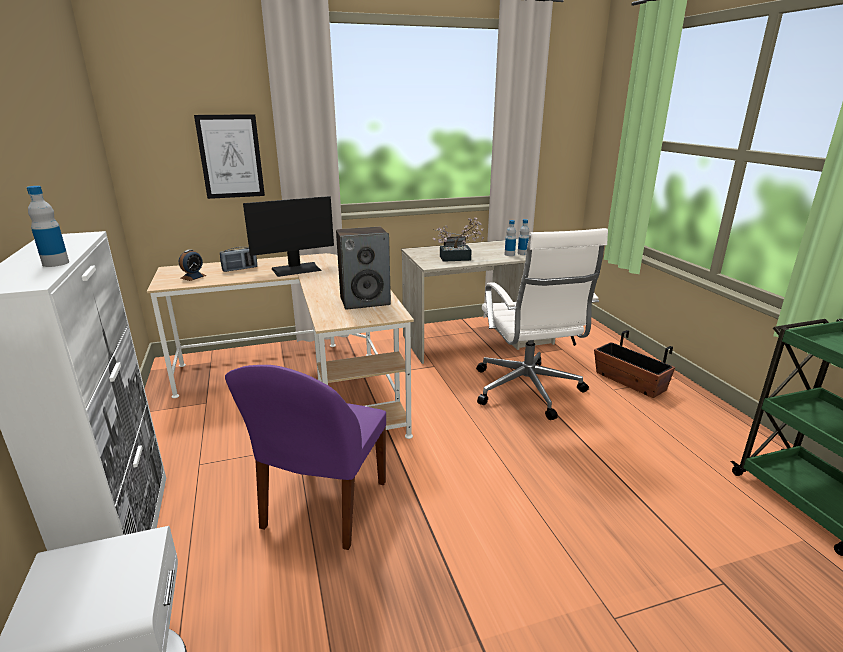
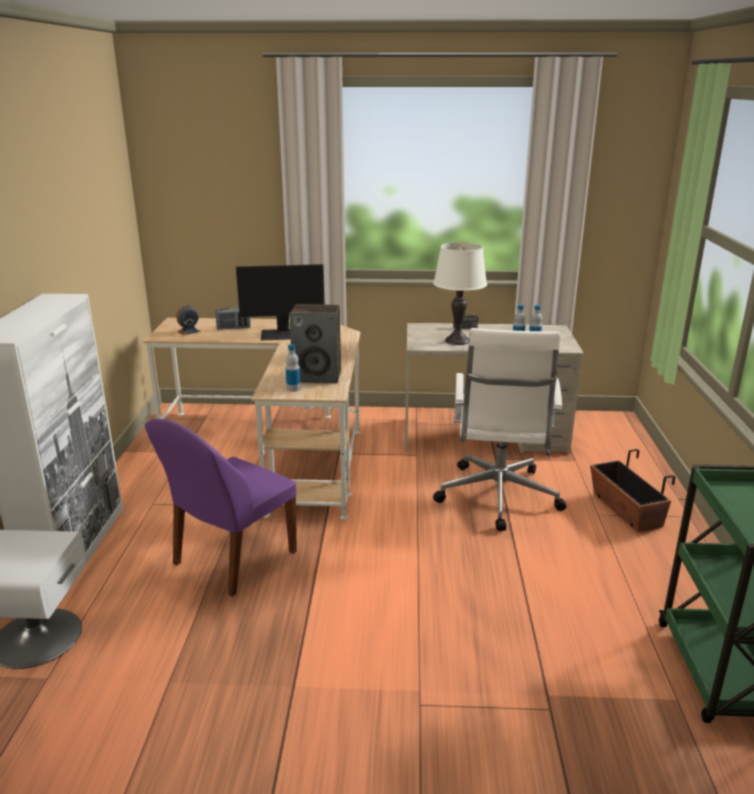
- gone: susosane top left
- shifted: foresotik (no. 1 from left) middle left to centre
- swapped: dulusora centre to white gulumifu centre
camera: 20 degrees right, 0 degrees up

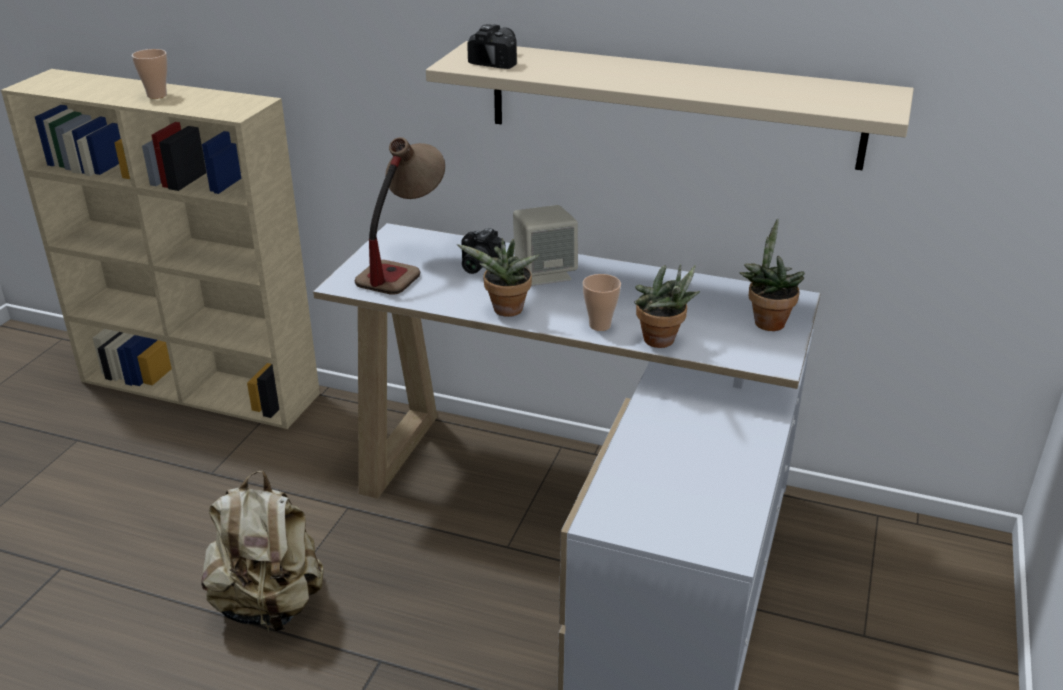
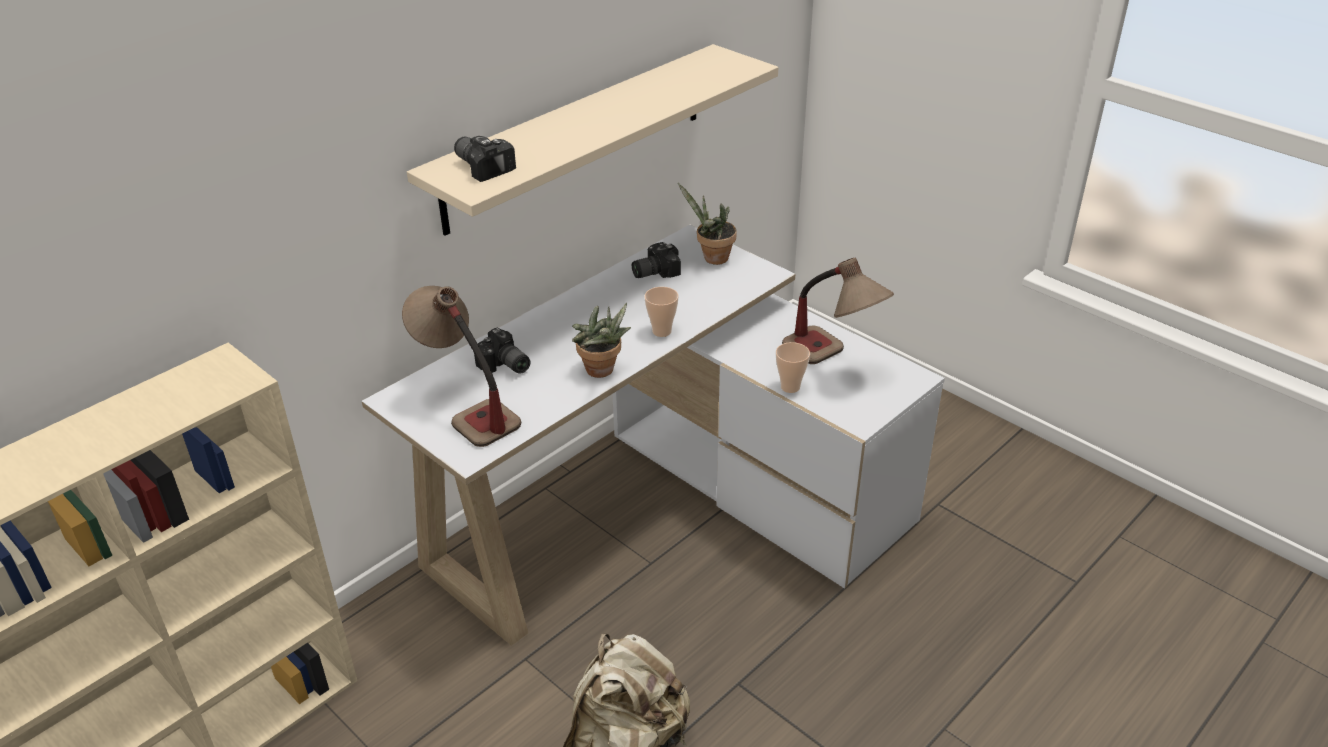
- gone: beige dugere centre
- gone: dulusora (no. 2 from left) centre
- new: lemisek (no. 3 from left) centre
- new: gulumifu (no. 2 from left) centre
- shifted: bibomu (no. 1 from left in the first image) top left to bibomu (no. 2 from left) centre
camera: 65 degrees left, 5 degrees up

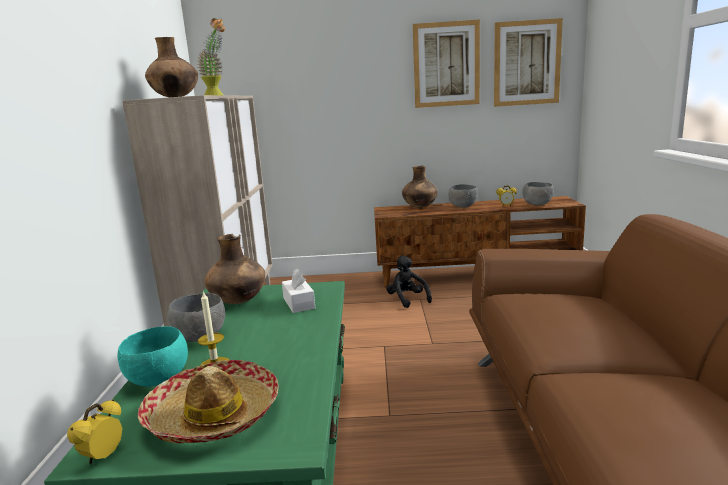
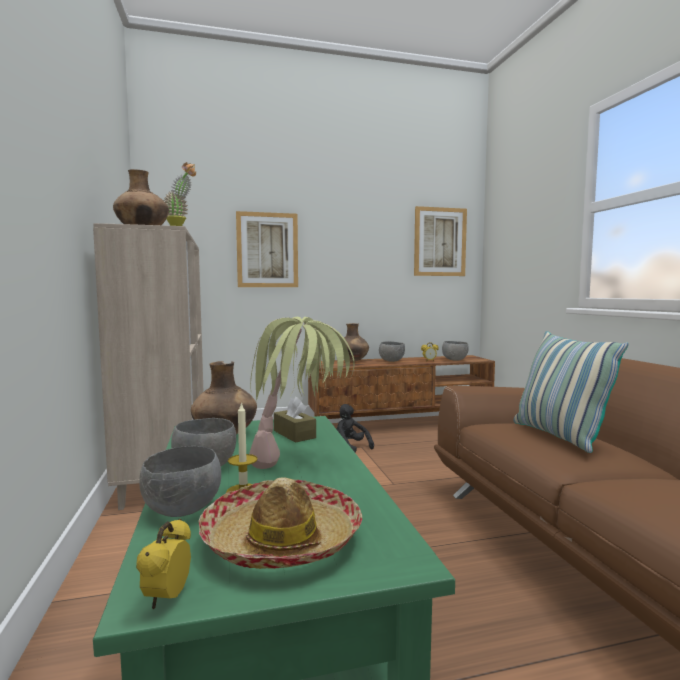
- new: dulusora (no. 2 from left) centre
- new: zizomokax middle right
- shifted: susosane (no. 1 from left) top centre to centre
- repainted: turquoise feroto bottom left to grey feroto (no. 1 from left) bottom left
- repainted: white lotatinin centre to brown lotatinin centre
camera: 15 degrees left, 10 degrees down

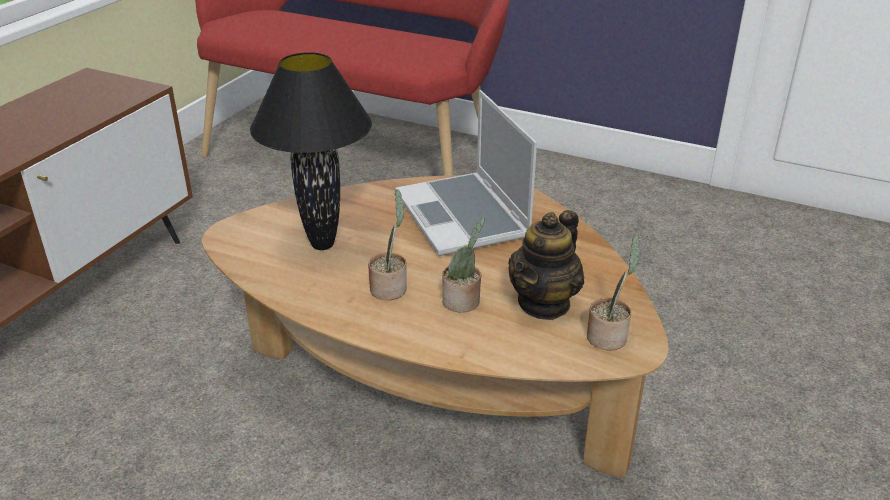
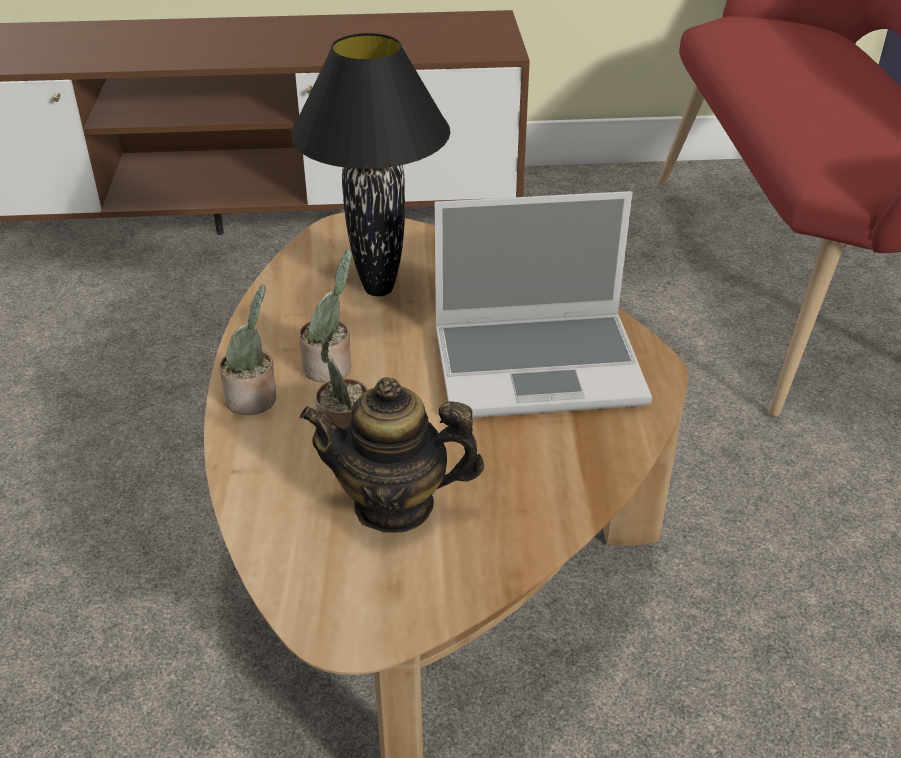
- shifted: dulusora (no. 3 from left in the first image) middle right to dulusora (no. 1 from left) middle left
- rotated: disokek centre = centre 135 degrees counterclockwise
camera: 60 degrees right, 5 degrees up

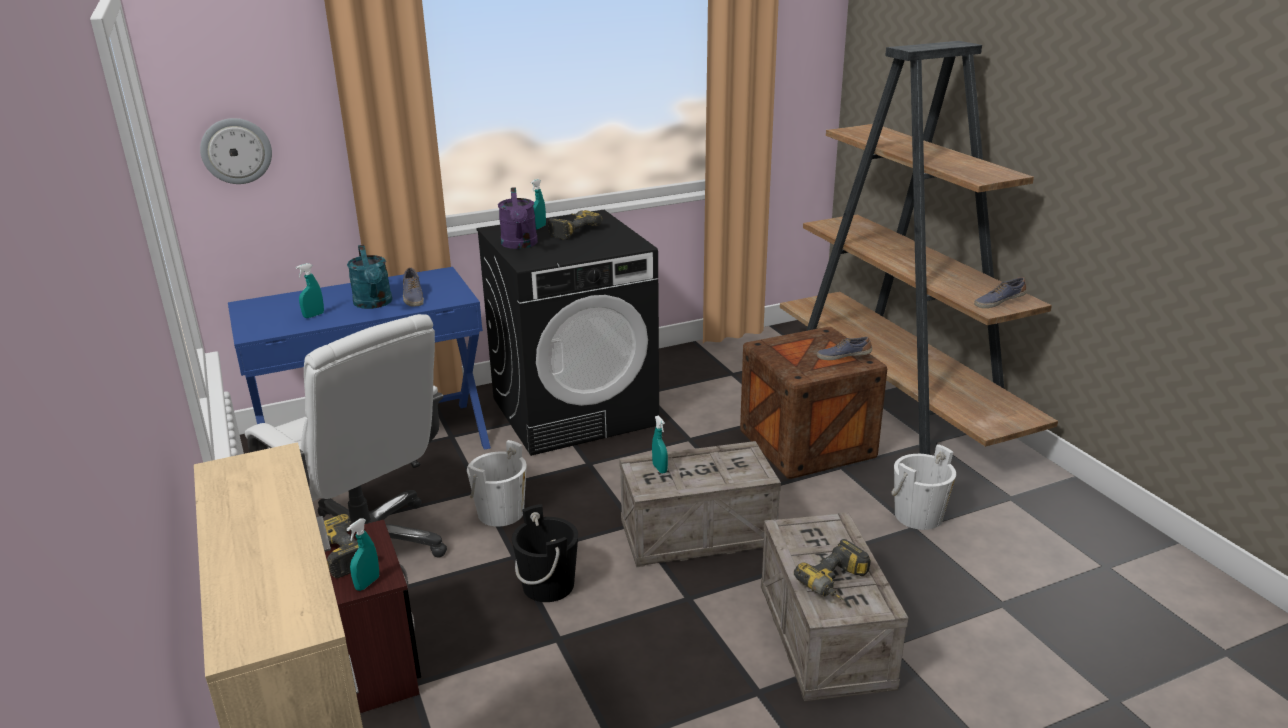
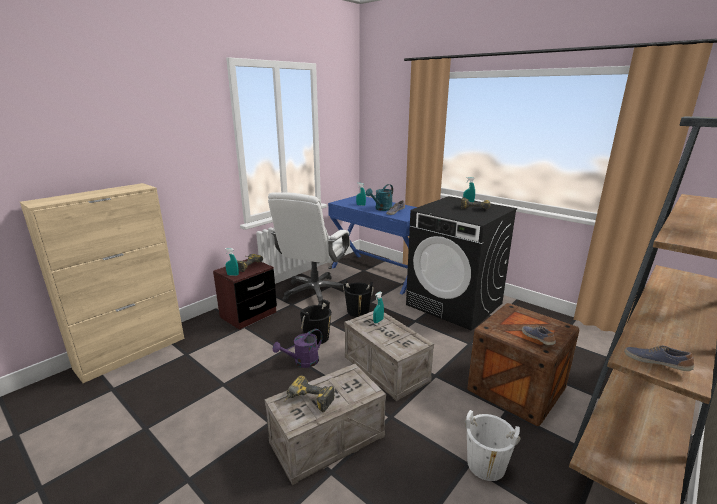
- gone: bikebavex top left
- shifted: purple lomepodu top centre to bottom centre
- repainted: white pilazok (no. 1 from left) centre to black pilazok (no. 2 from left) centre
camera: 65 degrees right, 5 degrees down

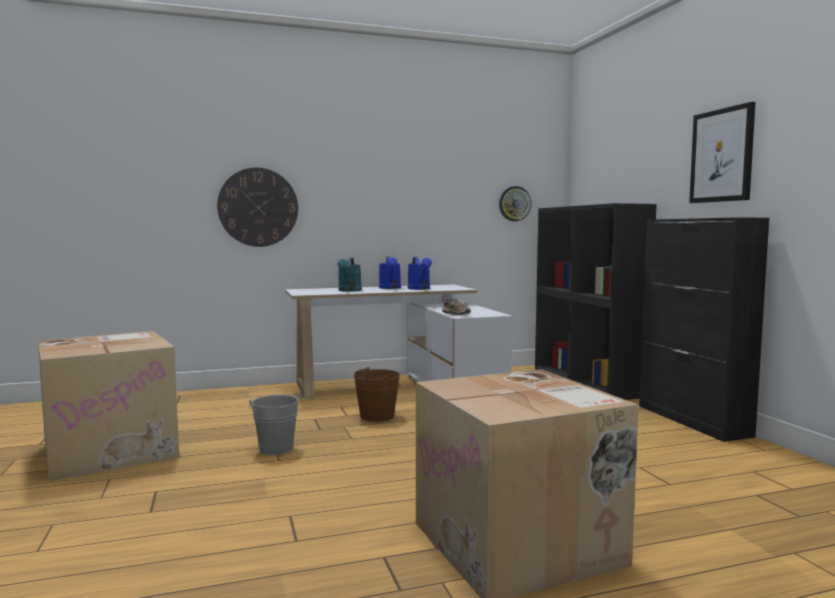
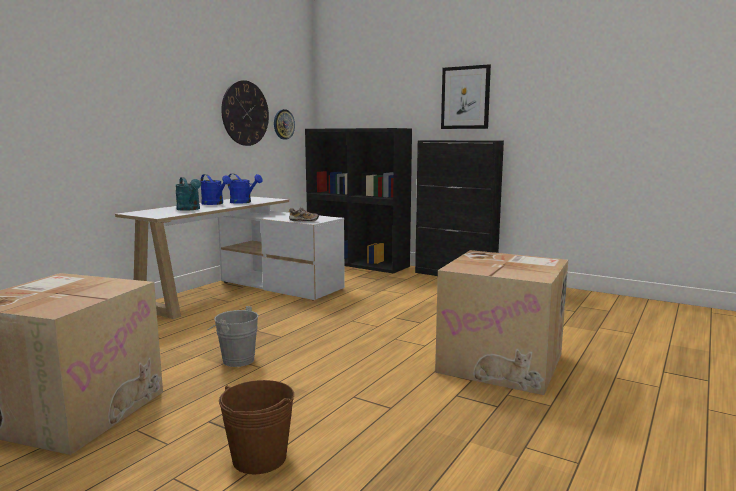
- shifted: bikebavex (no. 1 from left) middle left to top left
- shifted: brown pilazok centre to bottom centre
camera: 40 degrees left, 5 degrees up

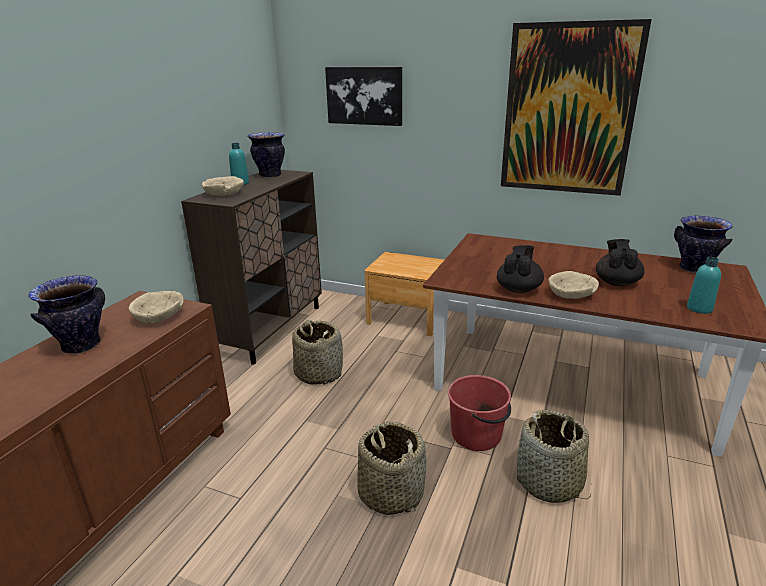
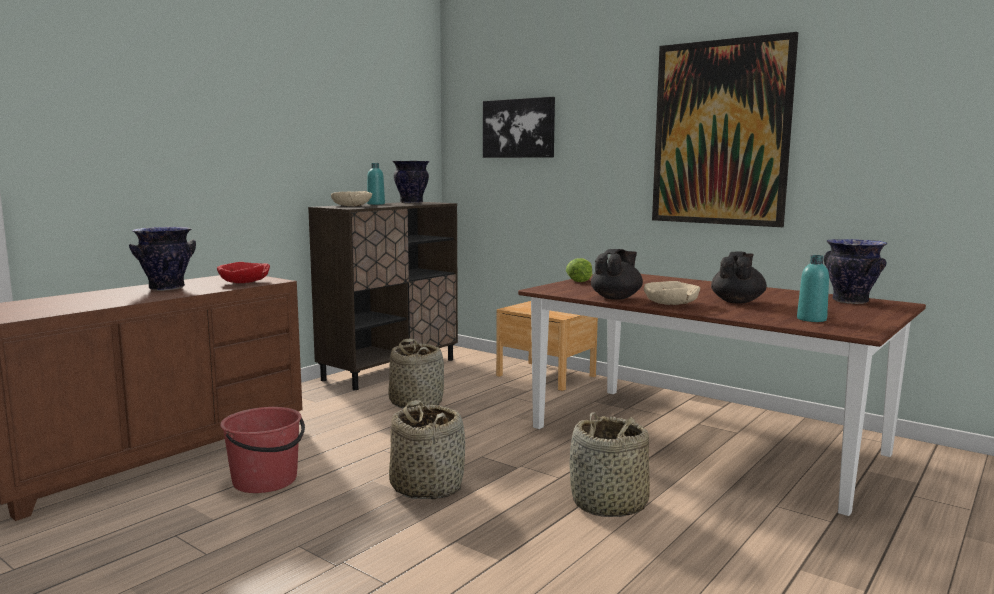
- new: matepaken centre
- shifted: red pilazok bottom centre to bottom left
- repainted: beige feroto (no. 1 from left) middle left to red feroto middle left
camera: 15 degrees right, 15 degrees down

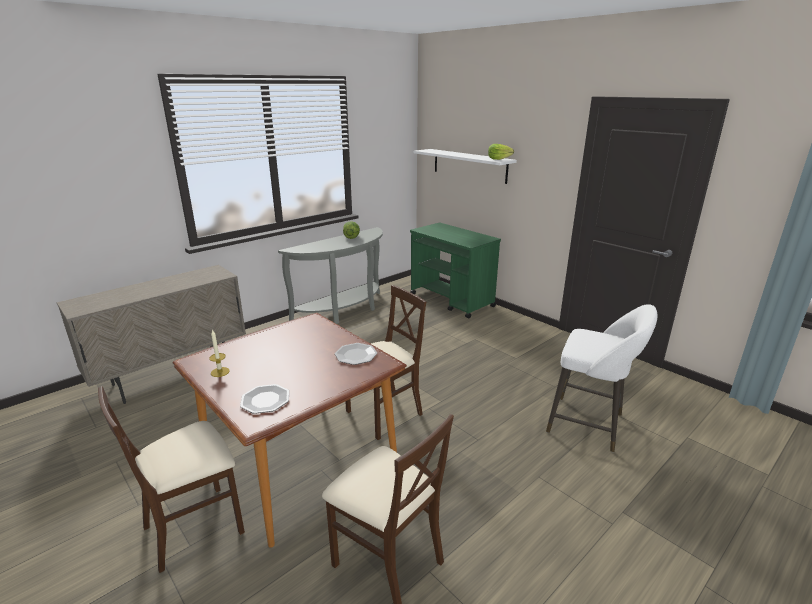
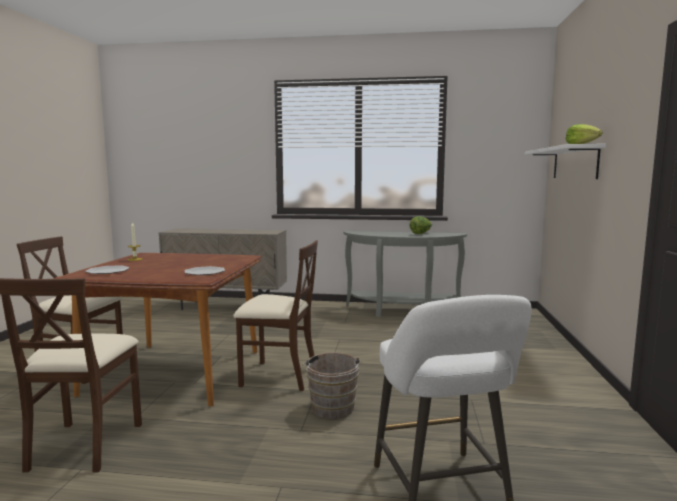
- gone: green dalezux centre
- new: brown pilazok bottom centre
camera: 50 degrees right, 15 degrees down

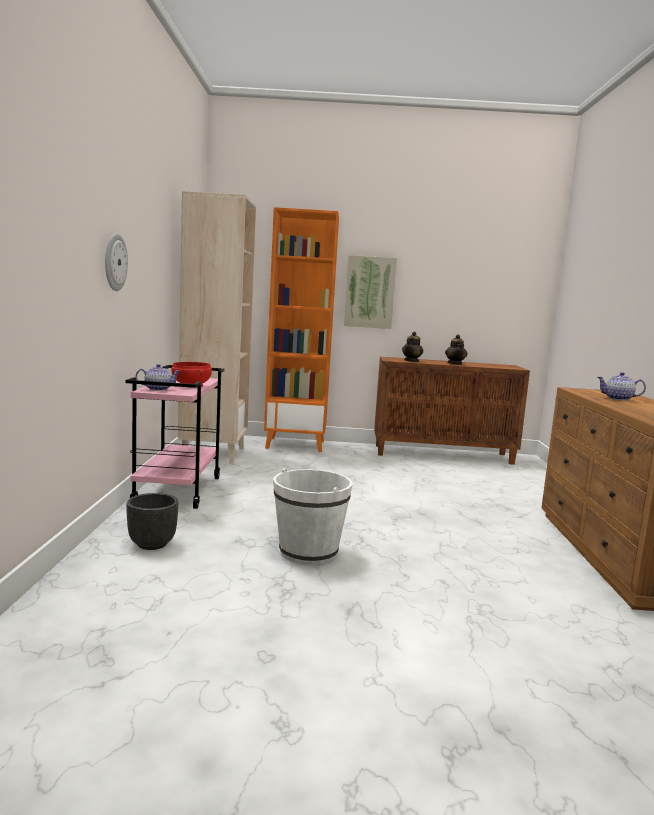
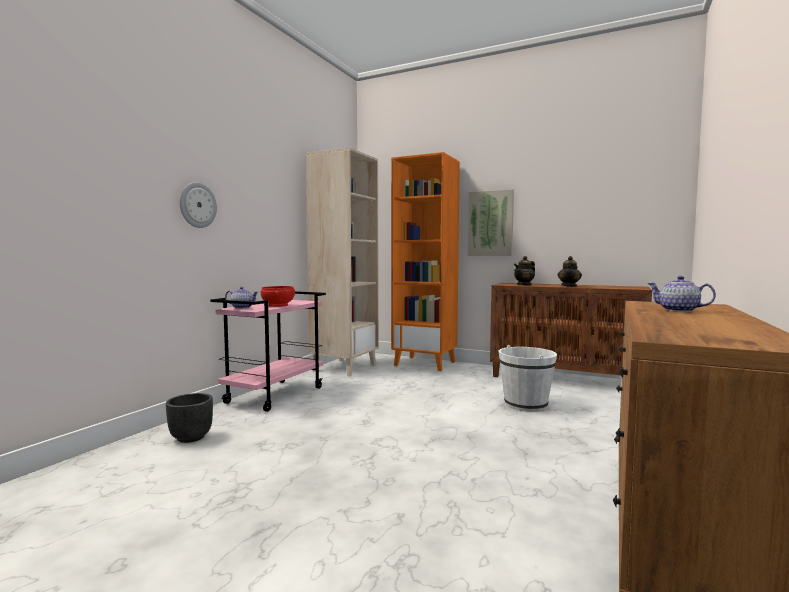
- shifted: white pilazok centre to middle right
camera: 25 degrees right, 5 degrees down

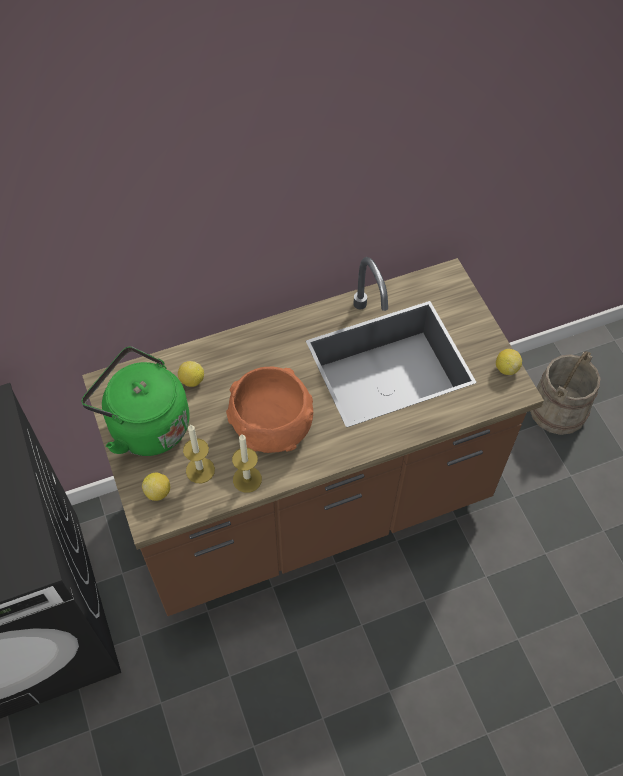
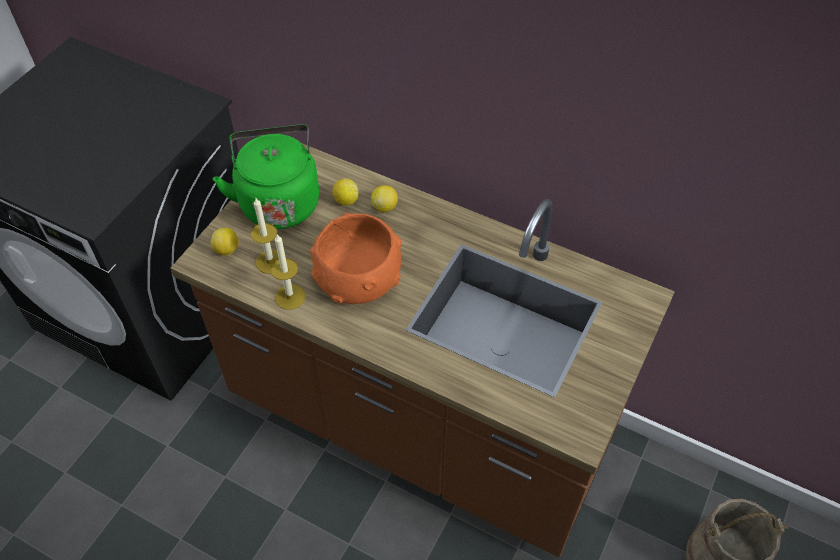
- shifted: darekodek (no. 3 from left) middle right to centre
camera: 50 degrees right, 5 degrees down

